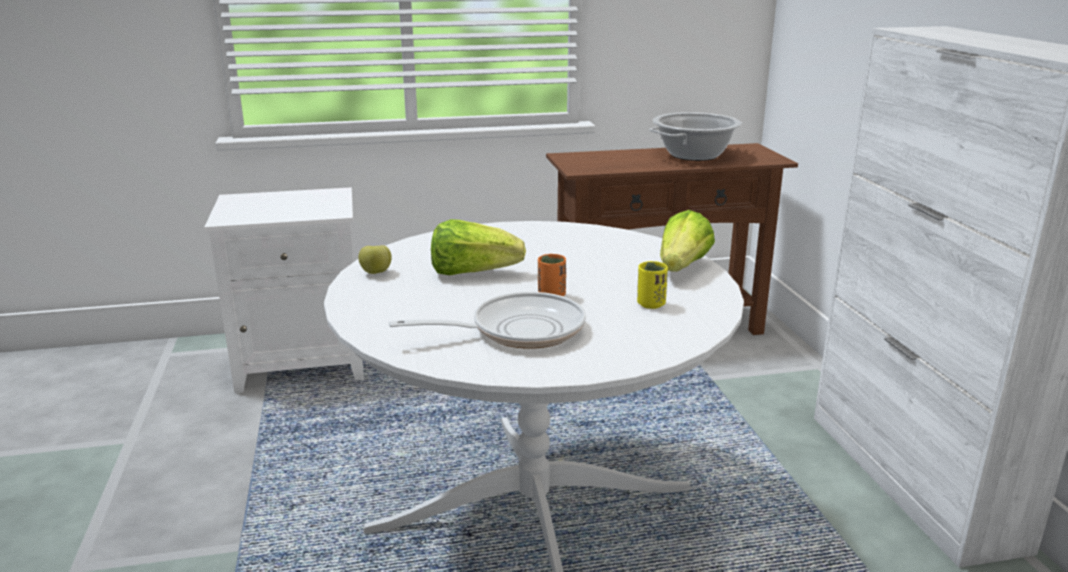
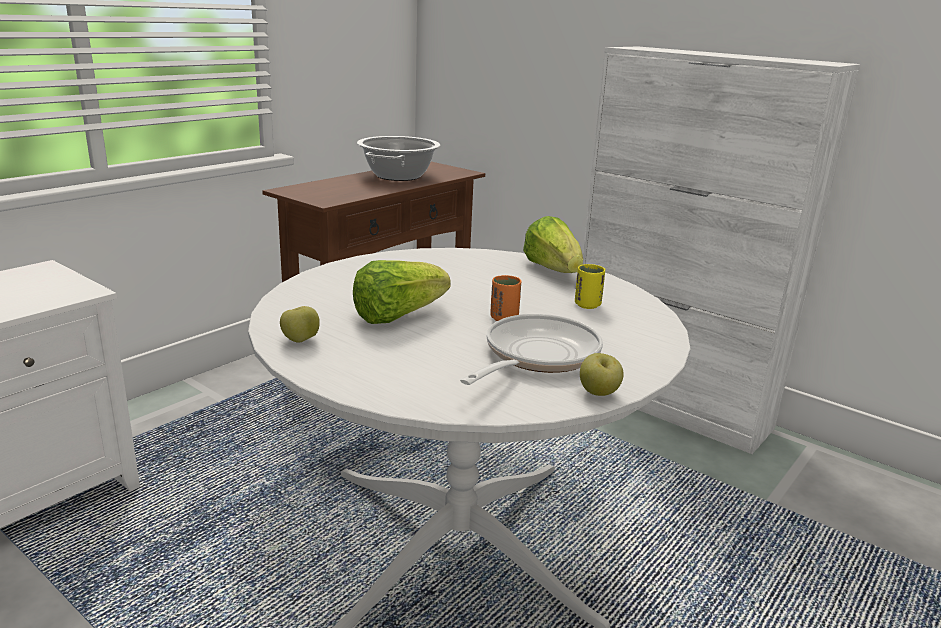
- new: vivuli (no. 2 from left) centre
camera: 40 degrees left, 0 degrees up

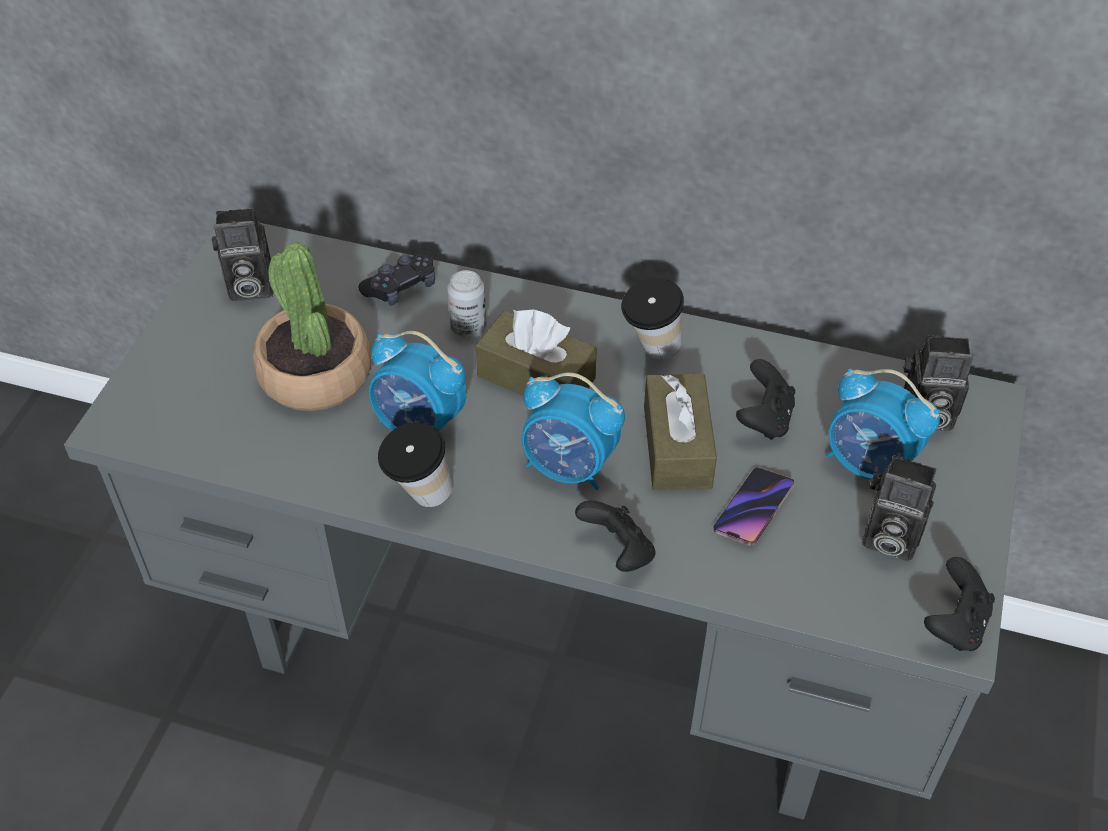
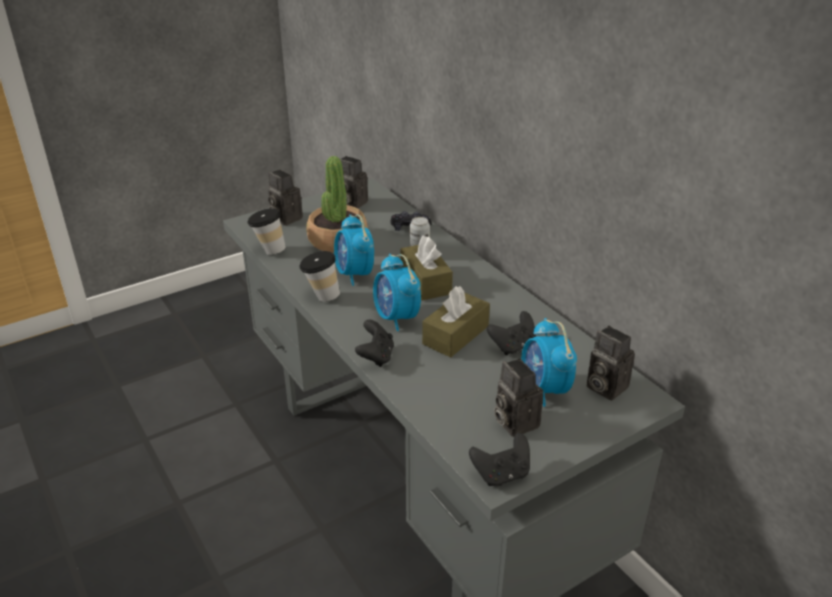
- gone: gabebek middle right
- new: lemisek (no. 1 from left) top centre
- shifted: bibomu (no. 2 from left in the first image) centre to bibomu (no. 1 from left) middle left
camera: 40 degrees right, 15 degrees down

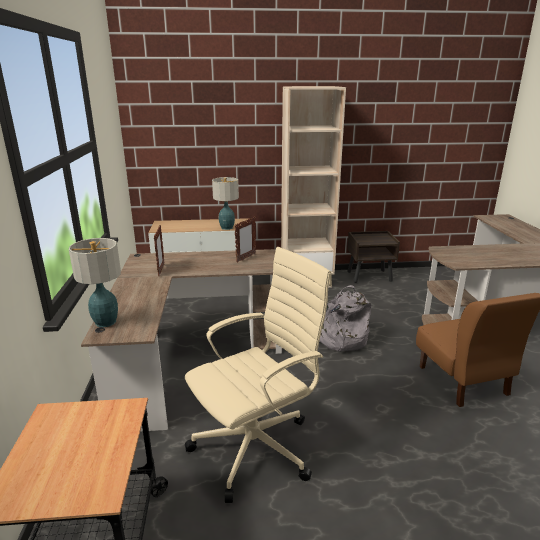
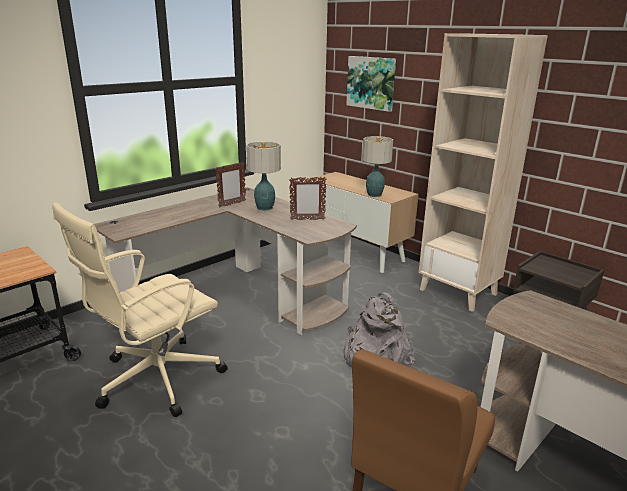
- new: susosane top centre
- shifted: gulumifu (no. 1 from left) middle left to centre
- rotated: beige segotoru bottom centre = middle left 120 degrees clockwise
camera: 50 degrees right, 0 degrees up

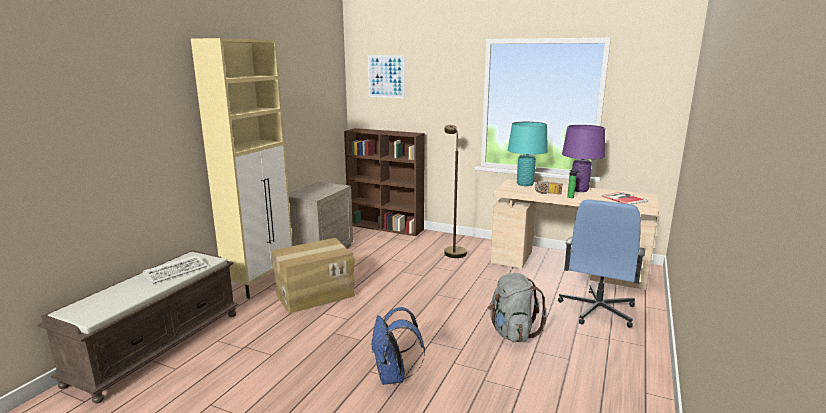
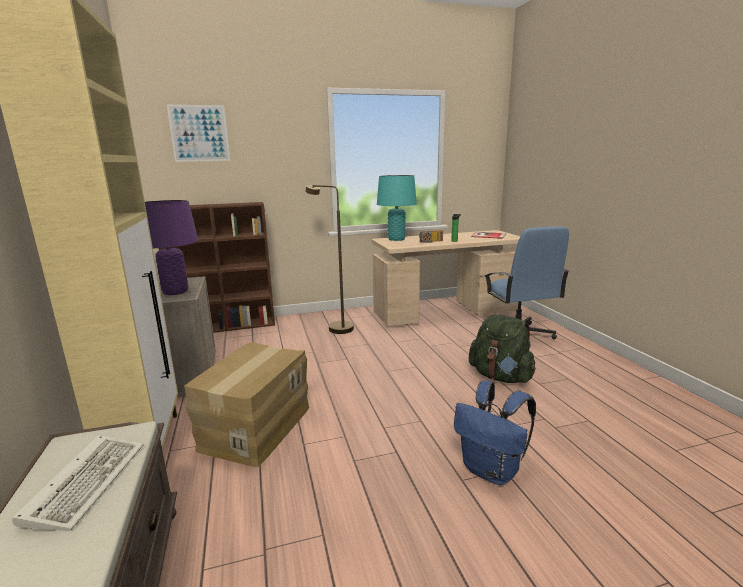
- shifted: purple gulumifu middle right to middle left
- repainted: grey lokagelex bottom centre to green lokagelex middle right
camera: 40 degrees left, 0 degrees up

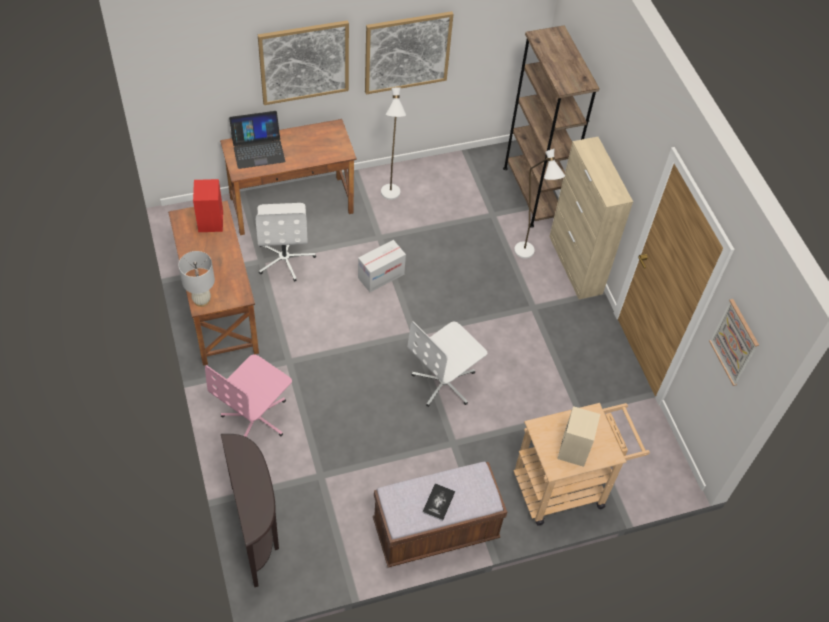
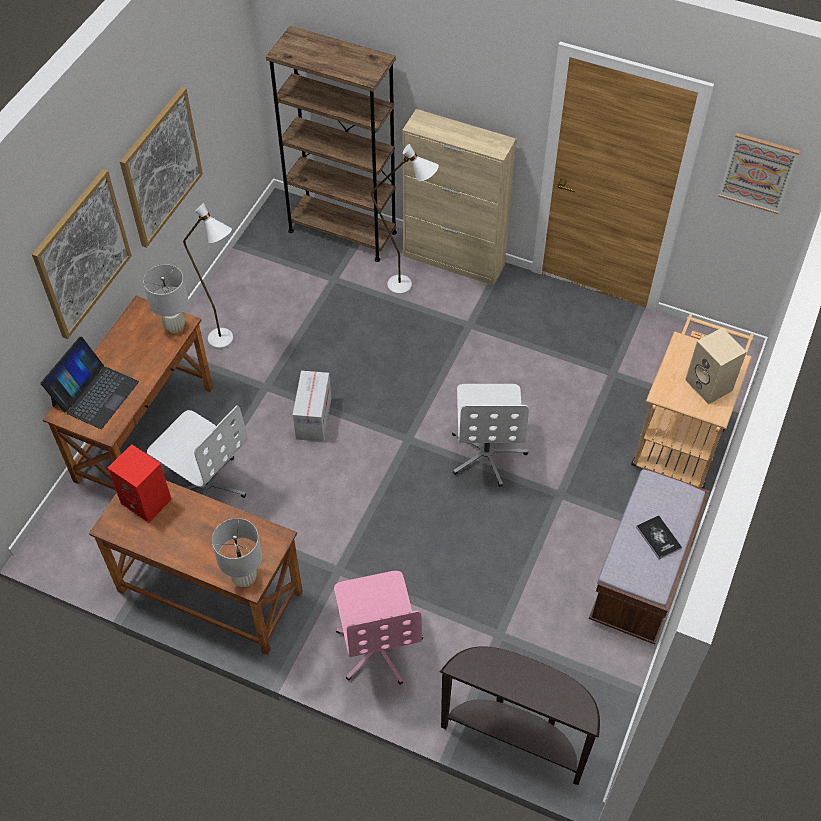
- new: white gulumifu (no. 1 from left) middle left
camera: 45 degrees left, 0 degrees up

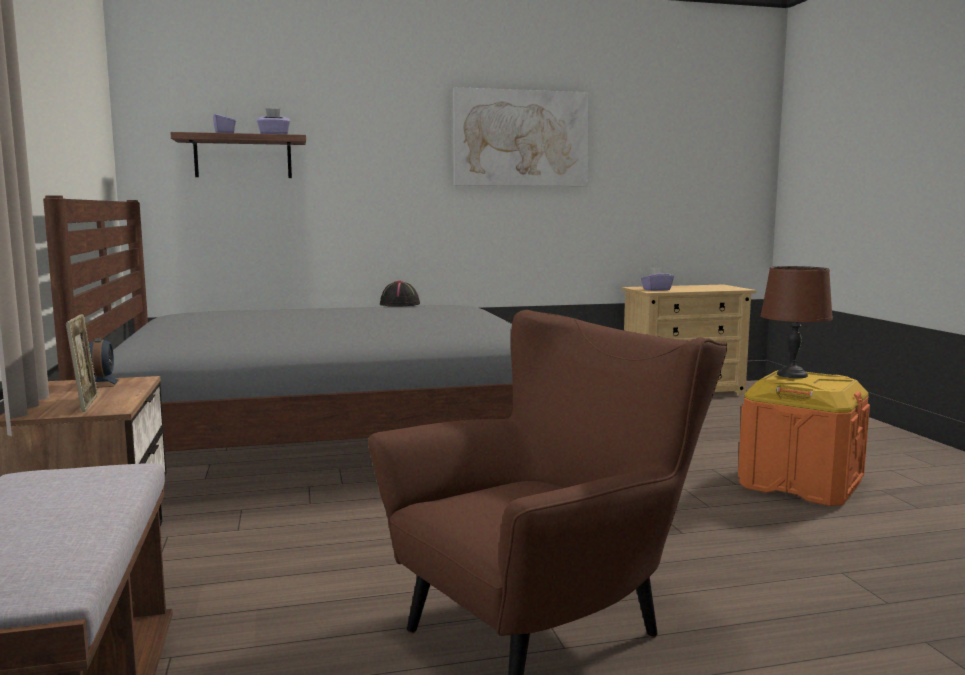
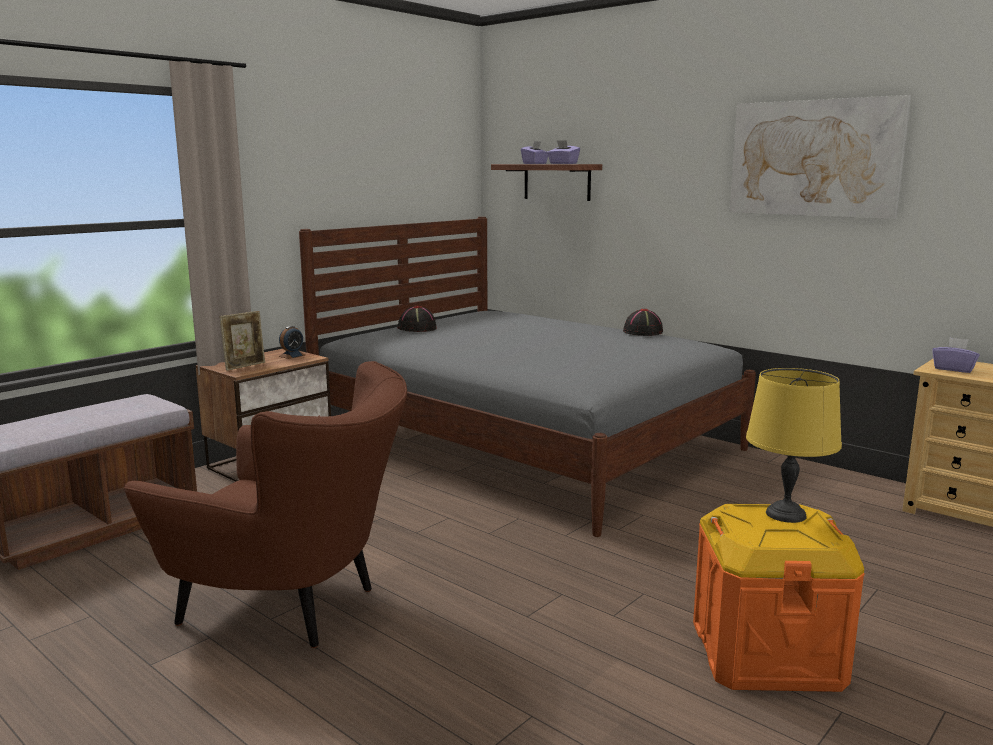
- new: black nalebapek (no. 1 from left) centre
- repainted: brown gulumifu middle right to yellow gulumifu middle right
camera: 55 degrees right, 5 degrees up

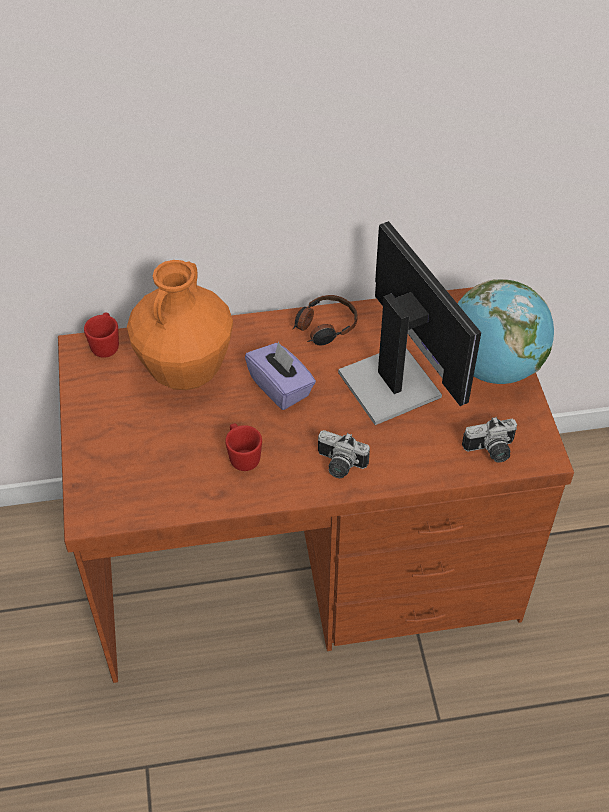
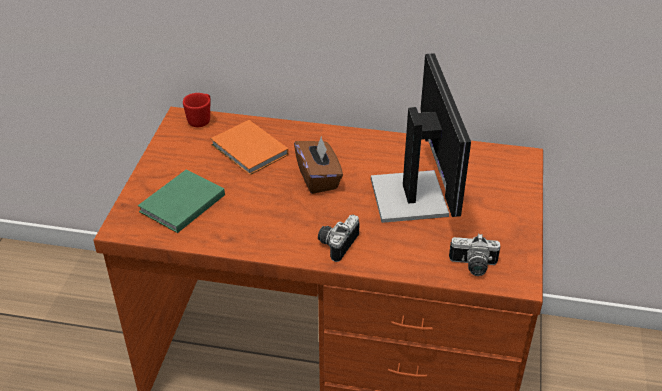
- gone: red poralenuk (no. 2 from left) centre
- gone: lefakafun centre
- gone: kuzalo middle right
- new: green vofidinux middle left
- swapped: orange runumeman middle left to orange vofidinux centre
- repainted: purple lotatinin centre to brown lotatinin centre
- rotated: lemisek (no. 1 from left) centre = centre 75 degrees clockwise
camera: 20 degrees right, 10 degrees down

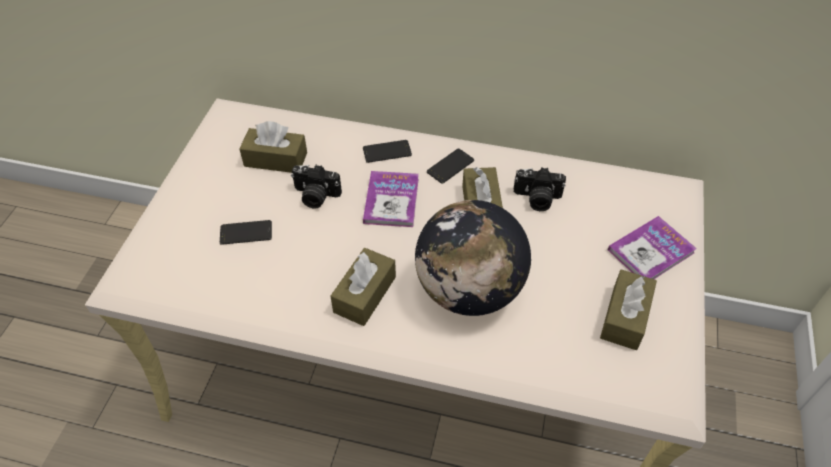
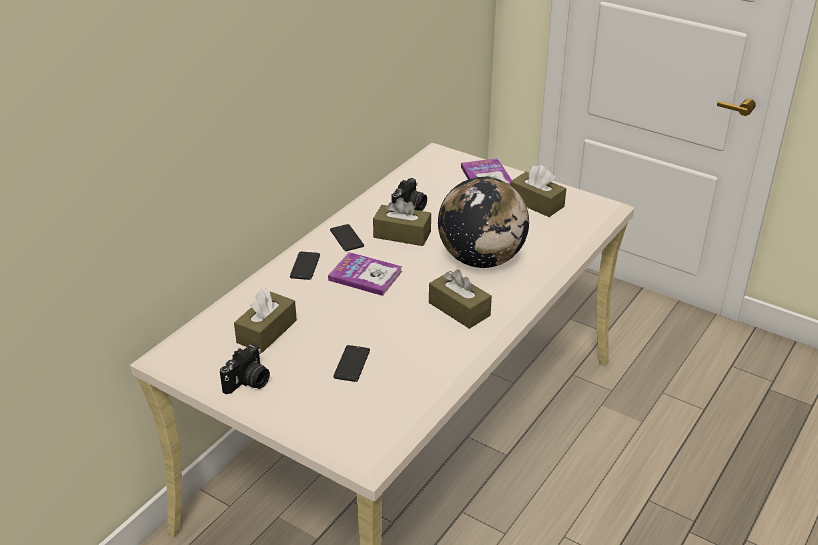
- shifted: lemisek (no. 1 from left) centre to bottom left
camera: 70 degrees left, 15 degrees down

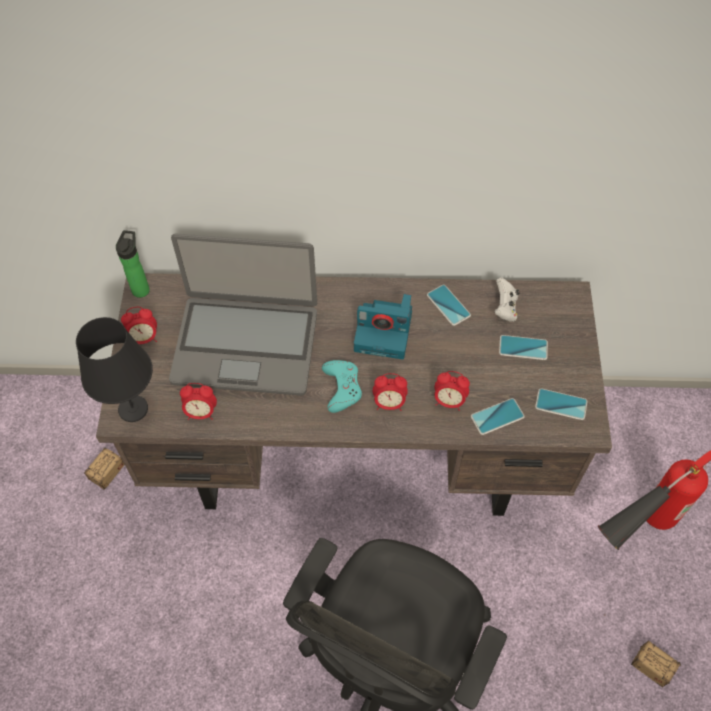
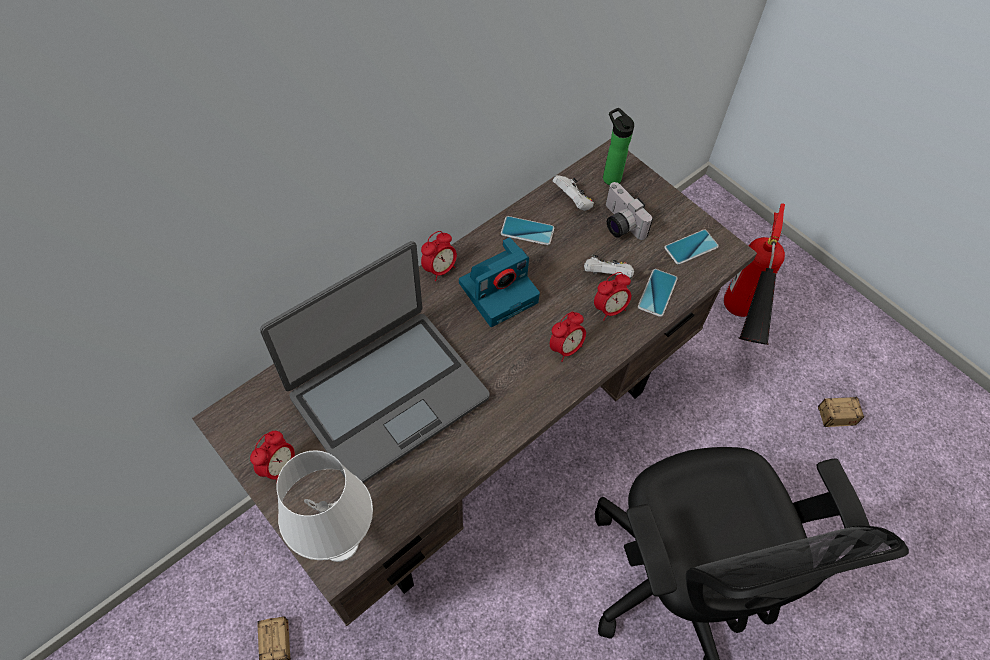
- gone: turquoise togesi centre
- new: white togesi (no. 2 from left) centre
- shifted: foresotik middle left to top centre
- shifted: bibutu (no. 2 from left) middle left to centre
- swapped: gabebek (no. 3 from left) middle right to lemisek (no. 2 from left) top centre
- repainted: black gulumifu middle left to white gulumifu bottom left
camera: 45 degrees left, 0 degrees up

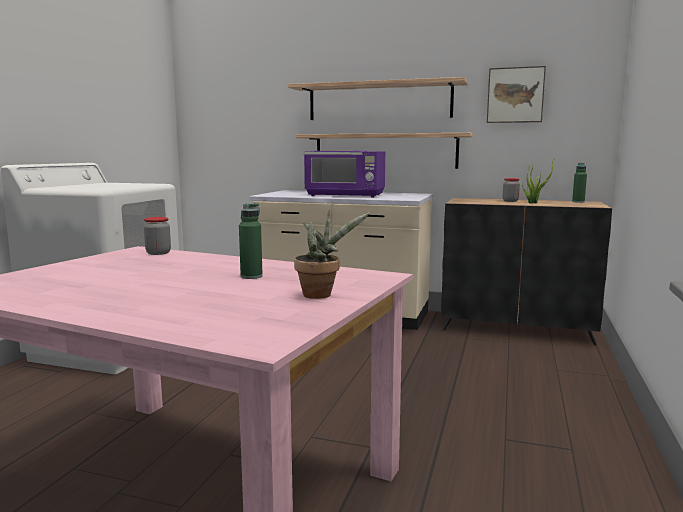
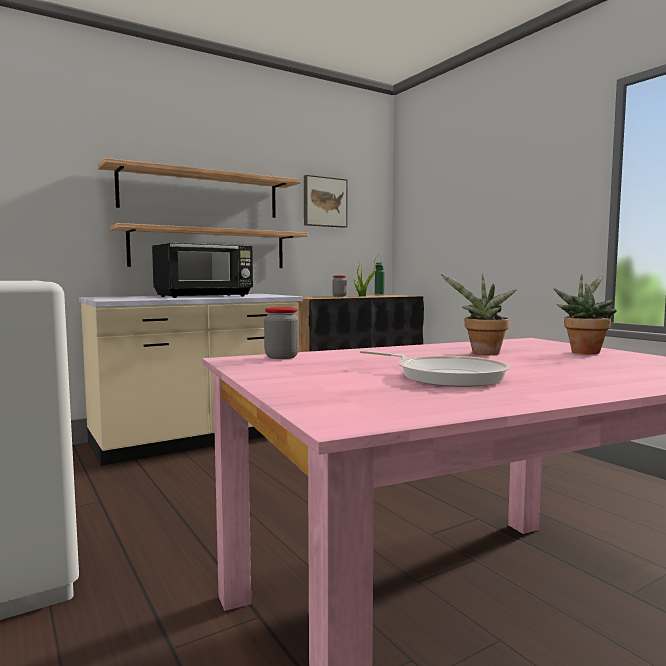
- new: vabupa centre
- swapped: green foresotik (no. 1 from left) centre to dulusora (no. 2 from left) middle right
- repainted: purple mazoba centre to black mazoba middle left
camera: 50 degrees left, 5 degrees down

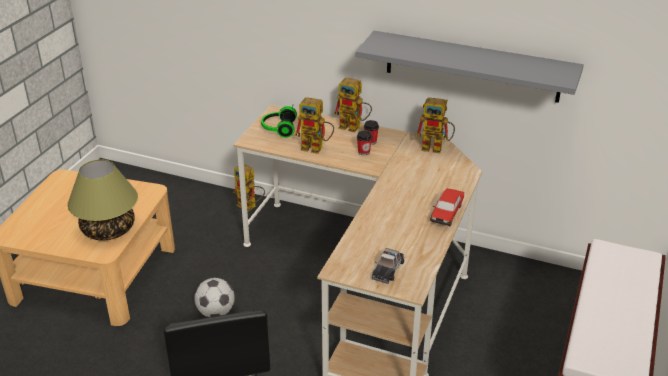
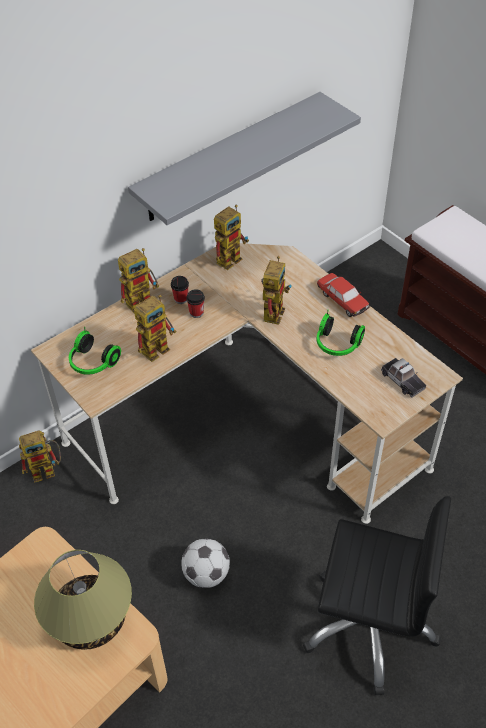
- new: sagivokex (no. 5 from left) centre
- new: lefakafun (no. 2 from left) middle right
camera: 60 degrees left, 15 degrees up

